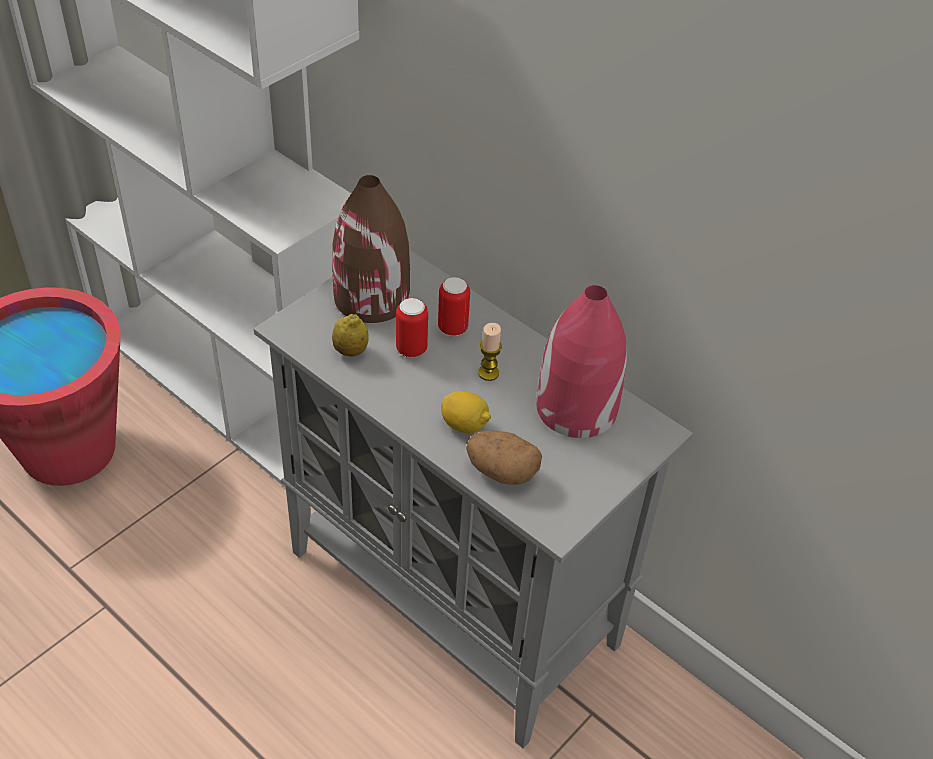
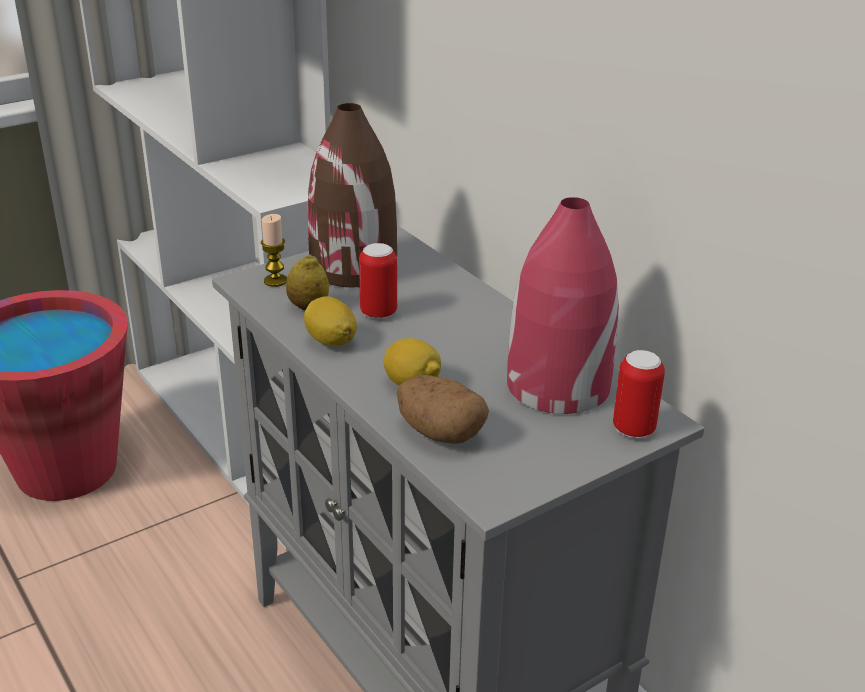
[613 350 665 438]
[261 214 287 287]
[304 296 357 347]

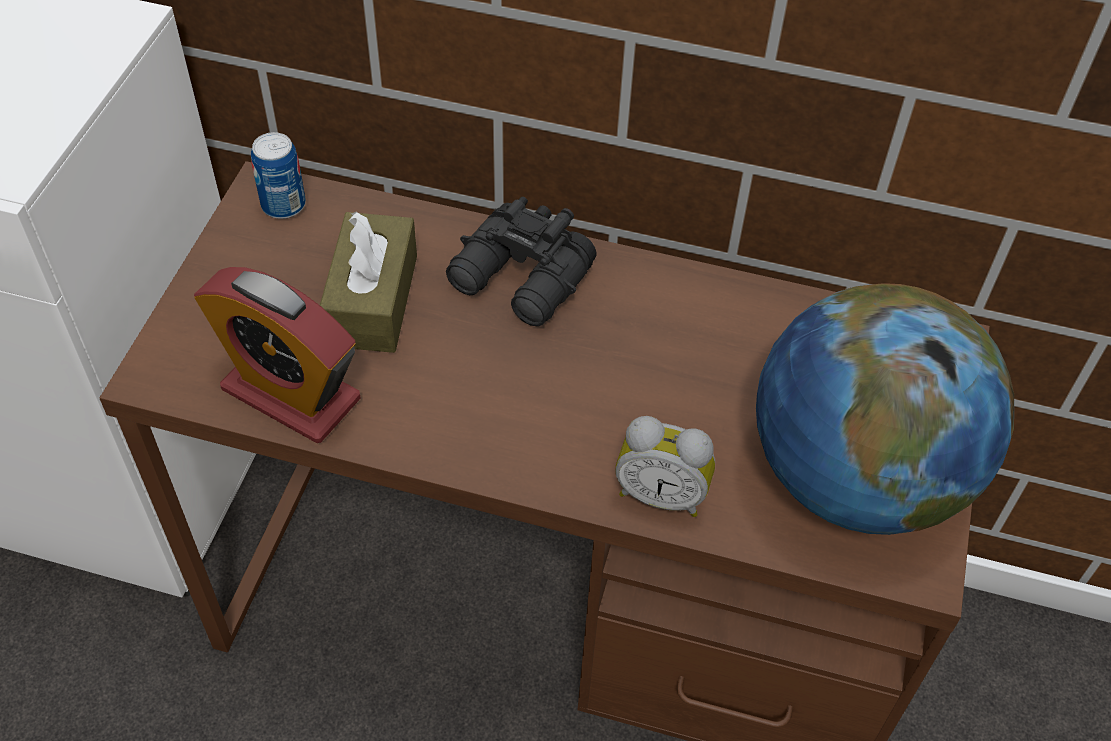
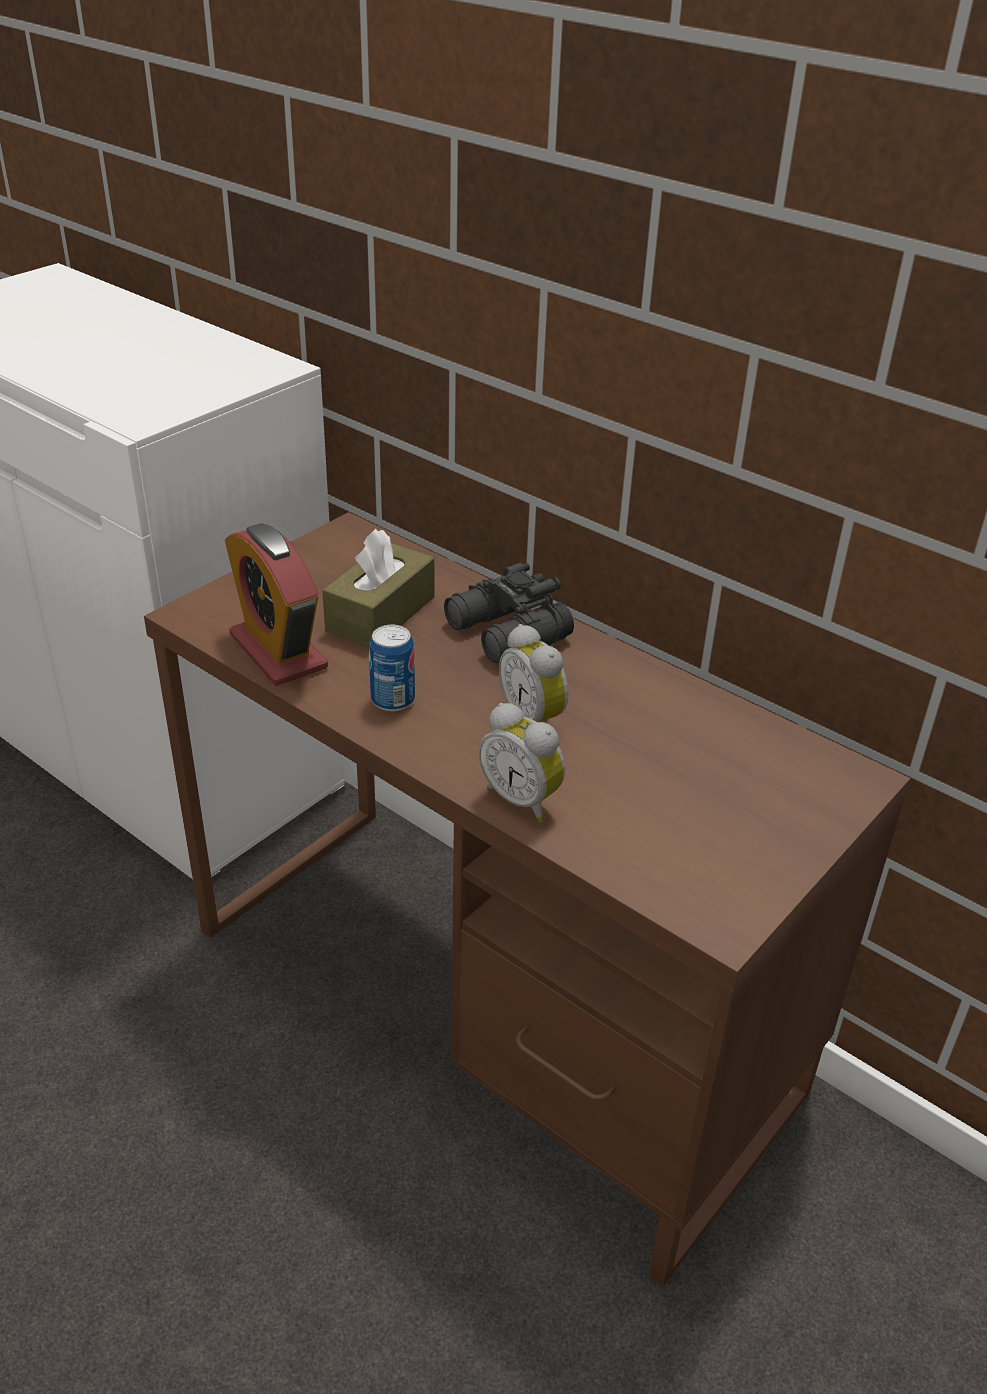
[369 625 415 712]
[756 283 1014 535] (first image)
[499 624 569 723]

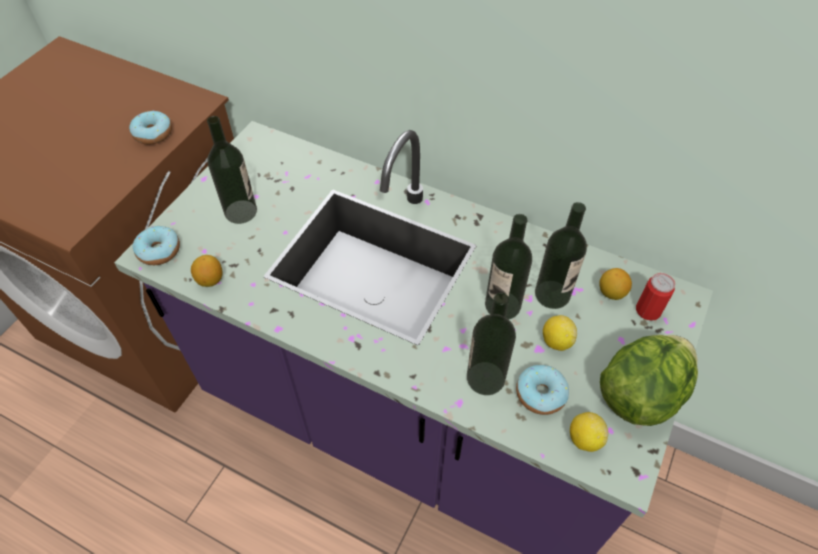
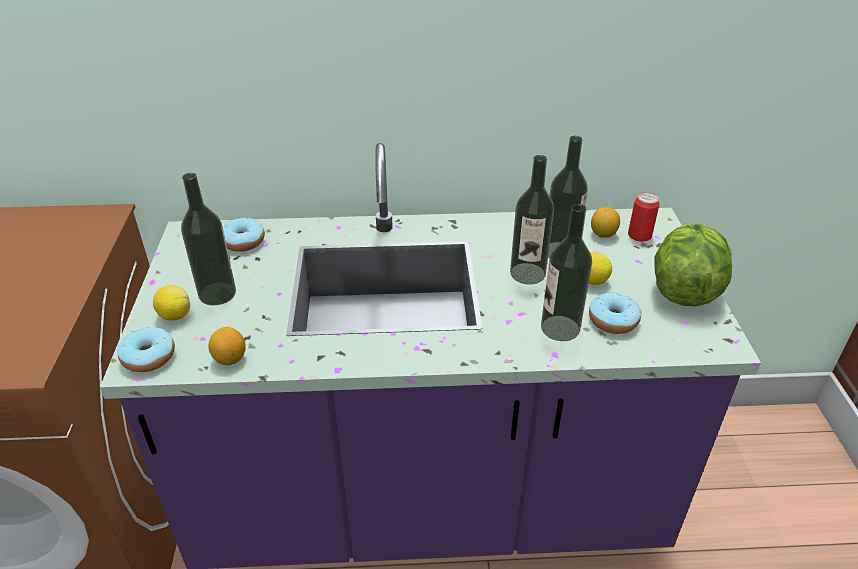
[223 218 265 252]
[153 285 190 321]

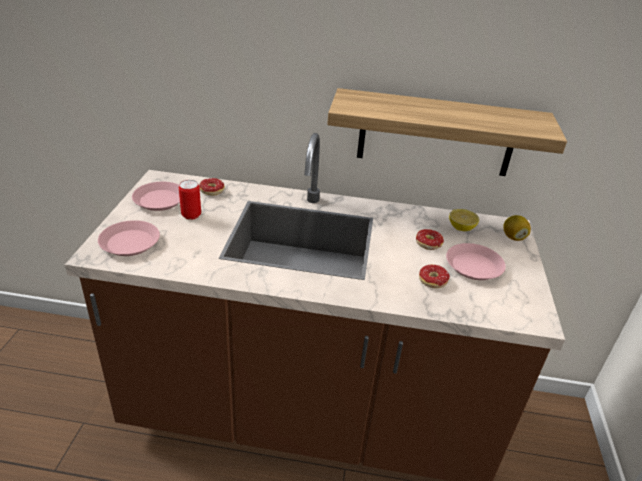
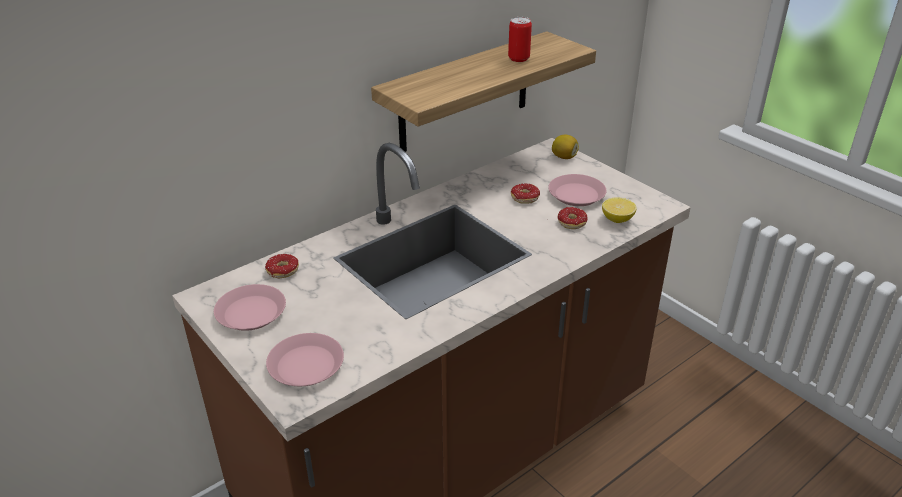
[508 17 532 62]
[602 197 637 223]

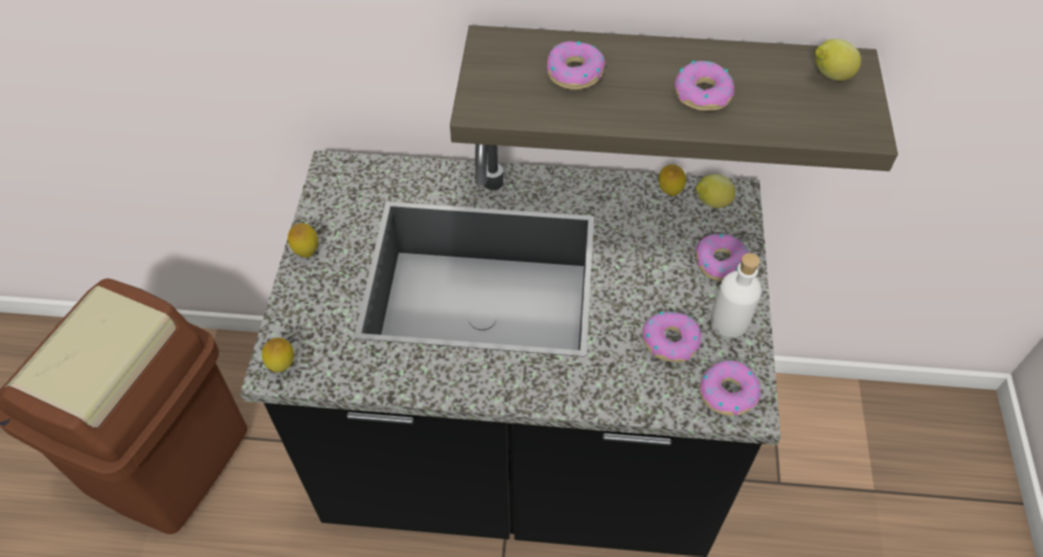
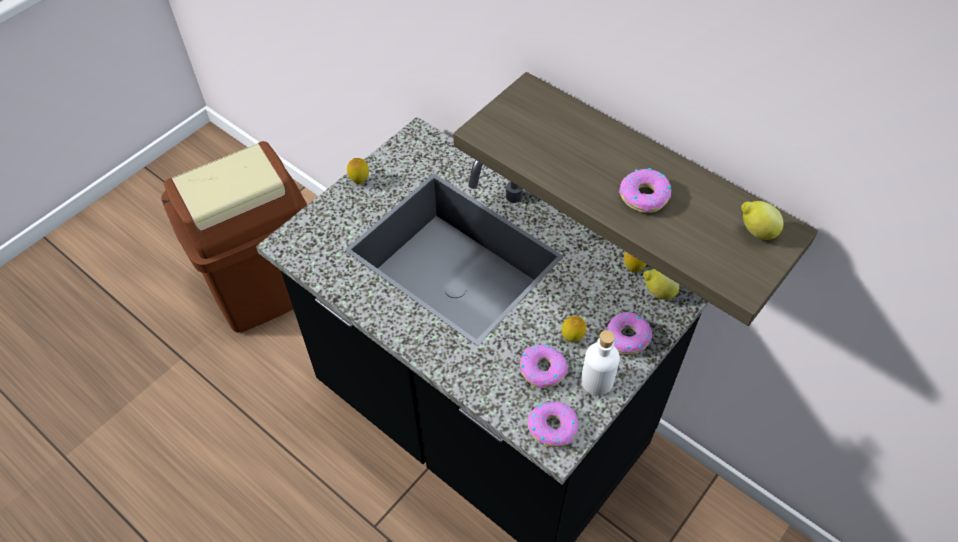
[547 41 605 90] (first image)
[561 316 586 342]

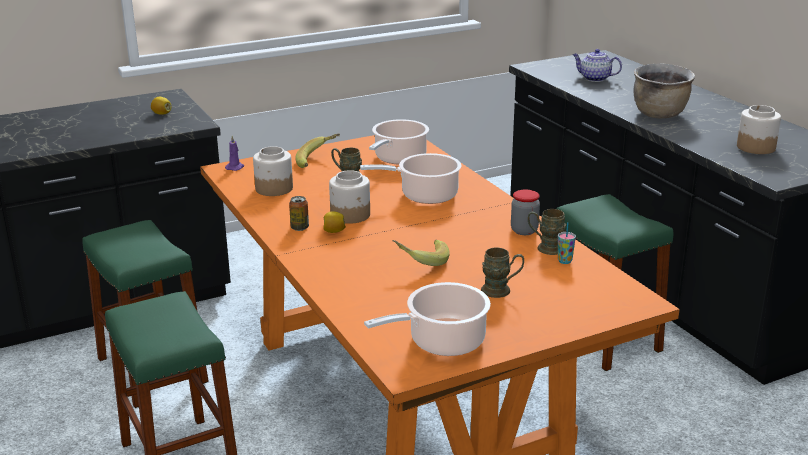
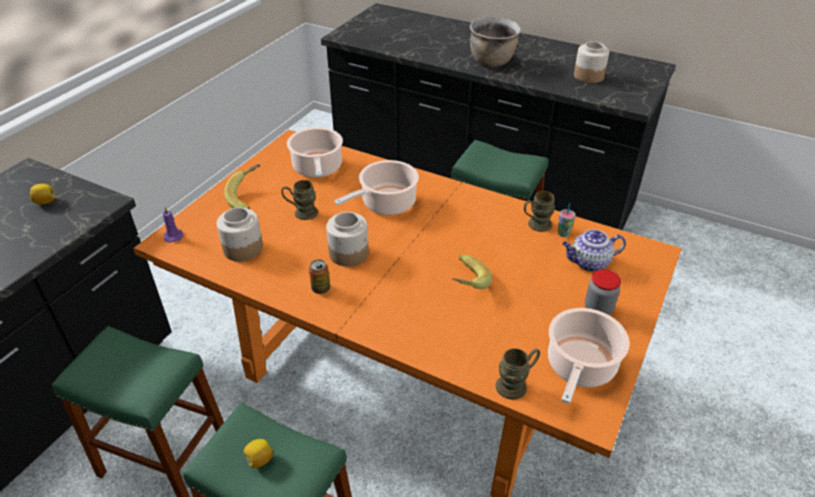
[562 229 626 272]
[585 270 621 315]
[244 439 273 468]
[496 348 540 400]

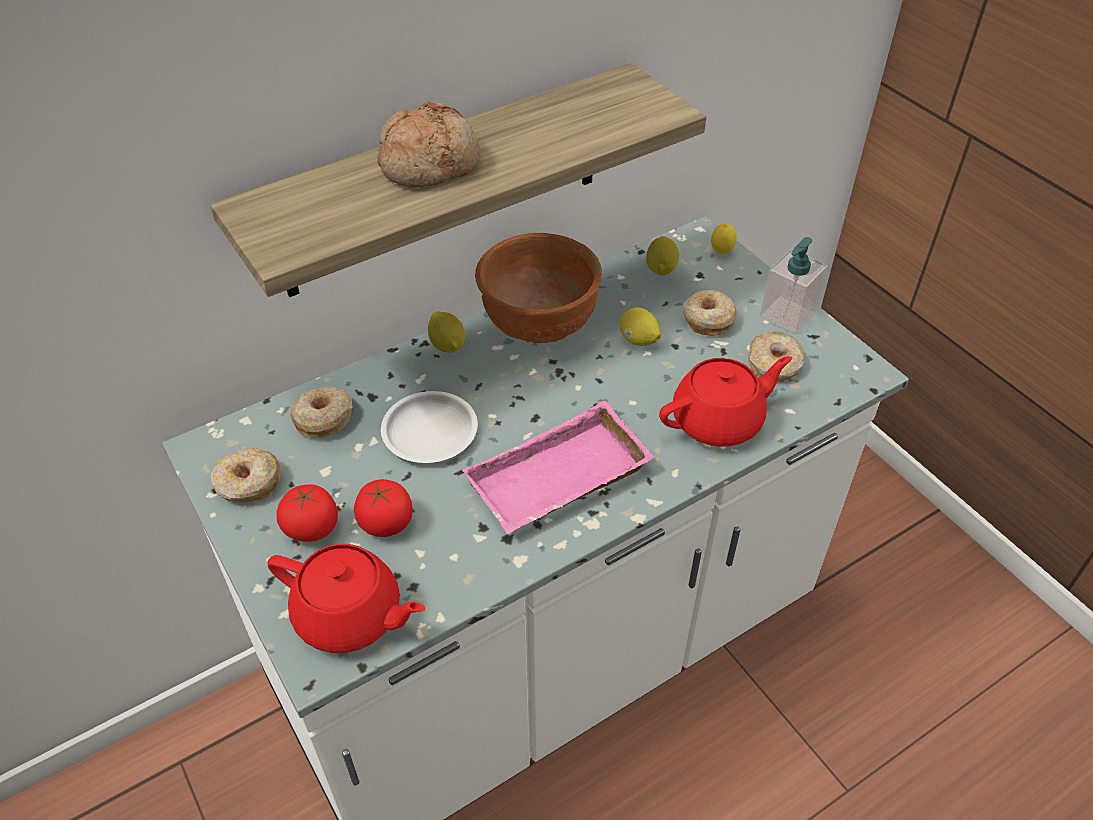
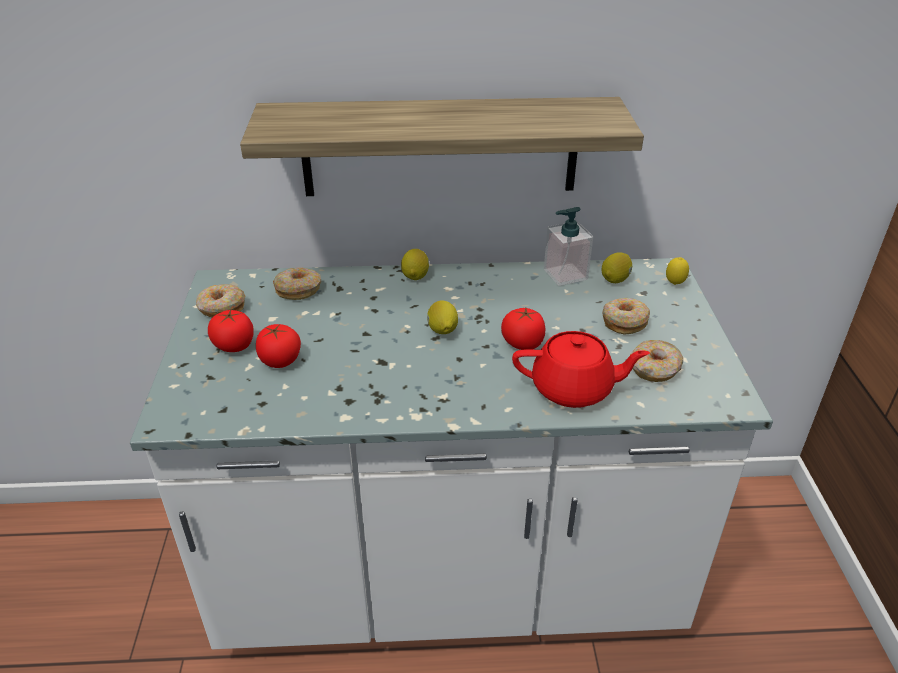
[377 102 481 187] (first image)
[475 233 602 343] (first image)
[544 207 593 286]
[427 300 458 334]
[381 391 478 463] (first image)
[462 401 655 534] (first image)
[268 544 425 653] (first image)
[501 308 545 350]

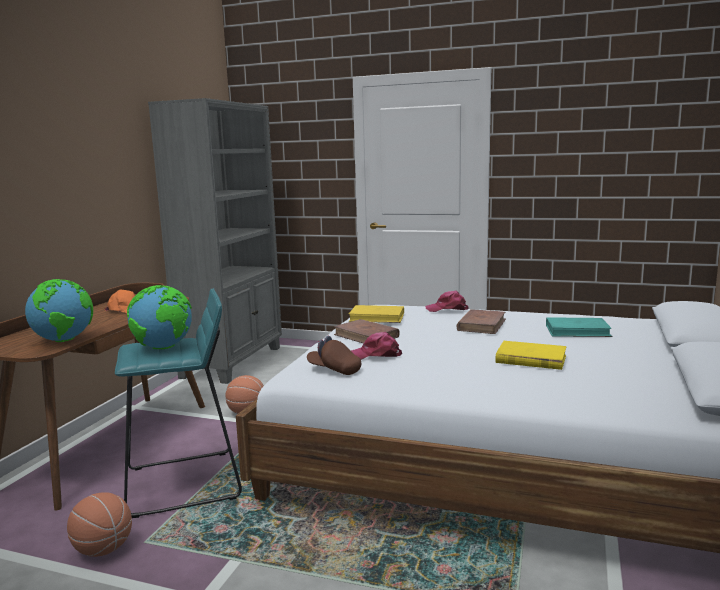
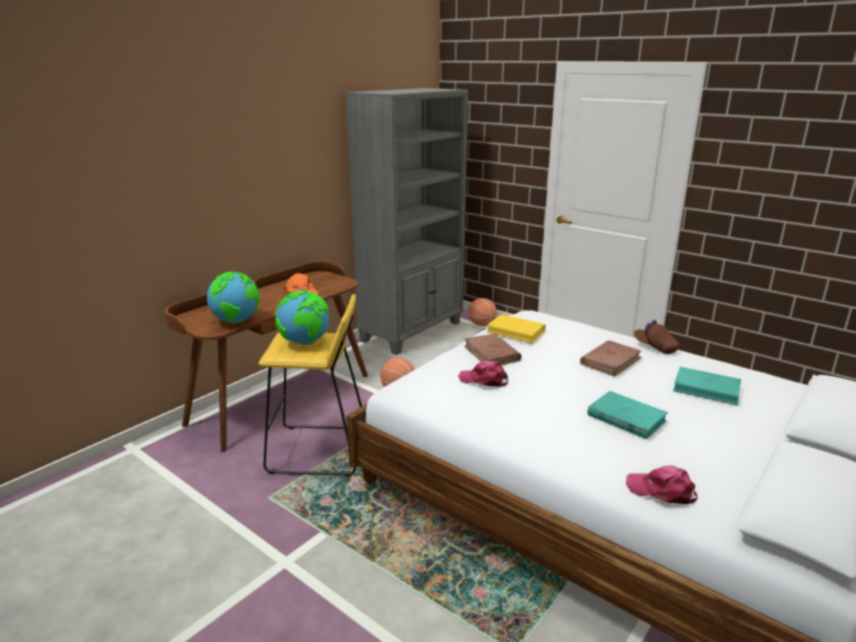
[258 294 362 476]
[626 465 697 504]
[634 320 679 354]
[587 391 668 439]
[468 298 497 326]

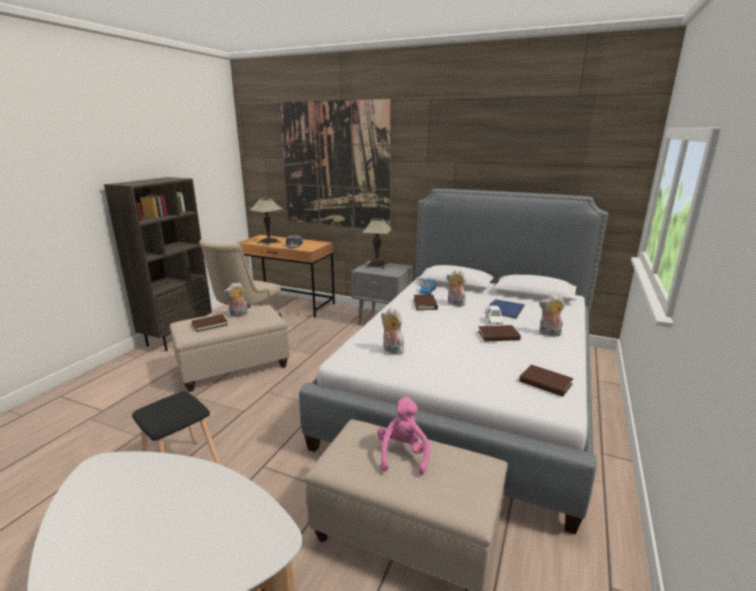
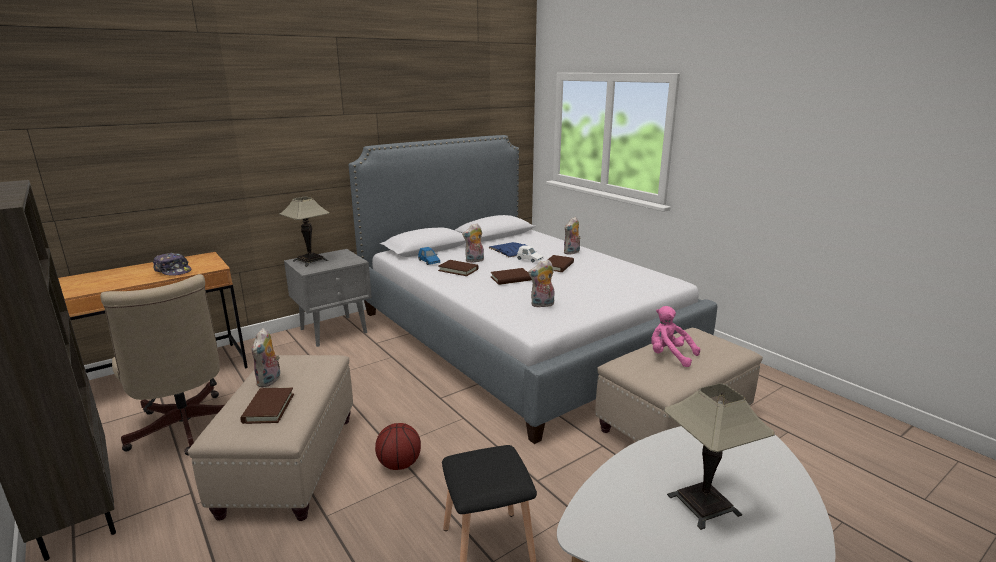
[280 99 391 228] (first image)
[664 383 775 530]
[491 268 532 285]
[375 423 421 470]

